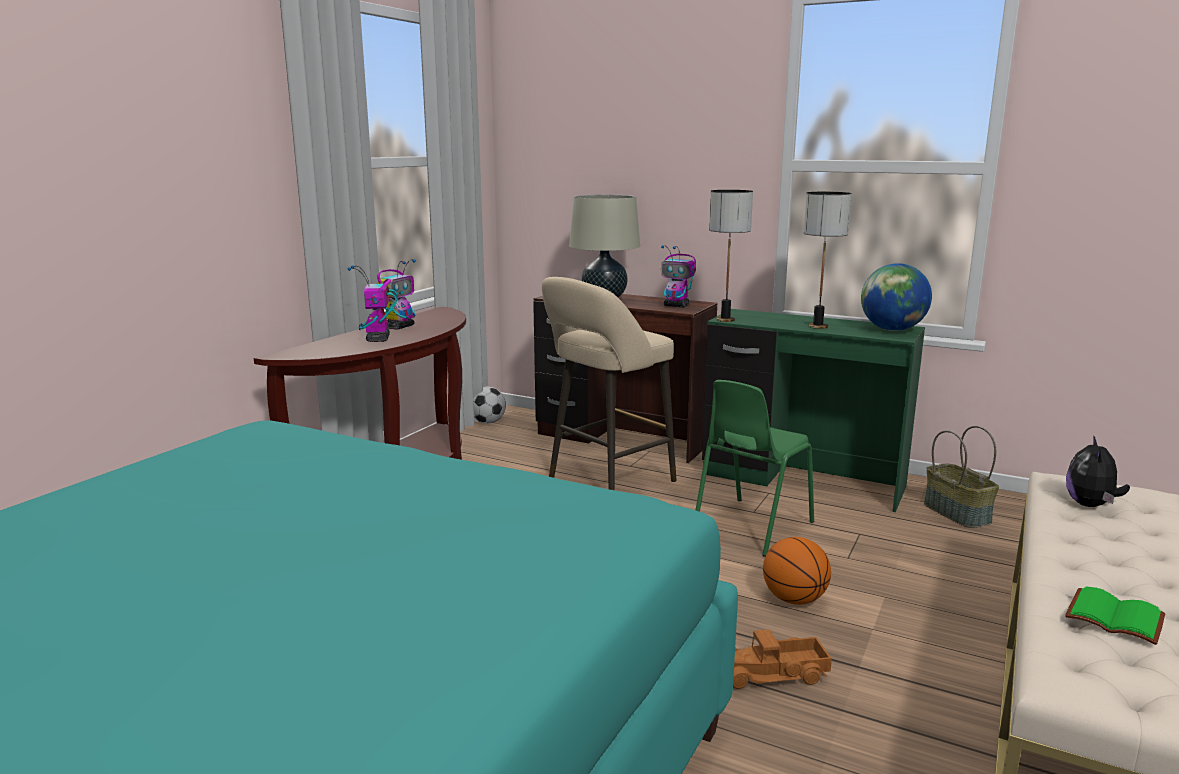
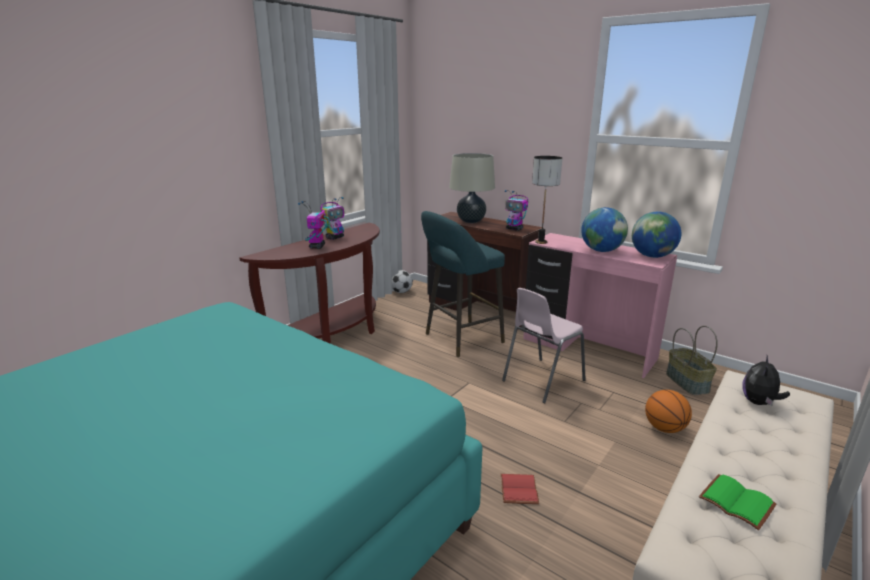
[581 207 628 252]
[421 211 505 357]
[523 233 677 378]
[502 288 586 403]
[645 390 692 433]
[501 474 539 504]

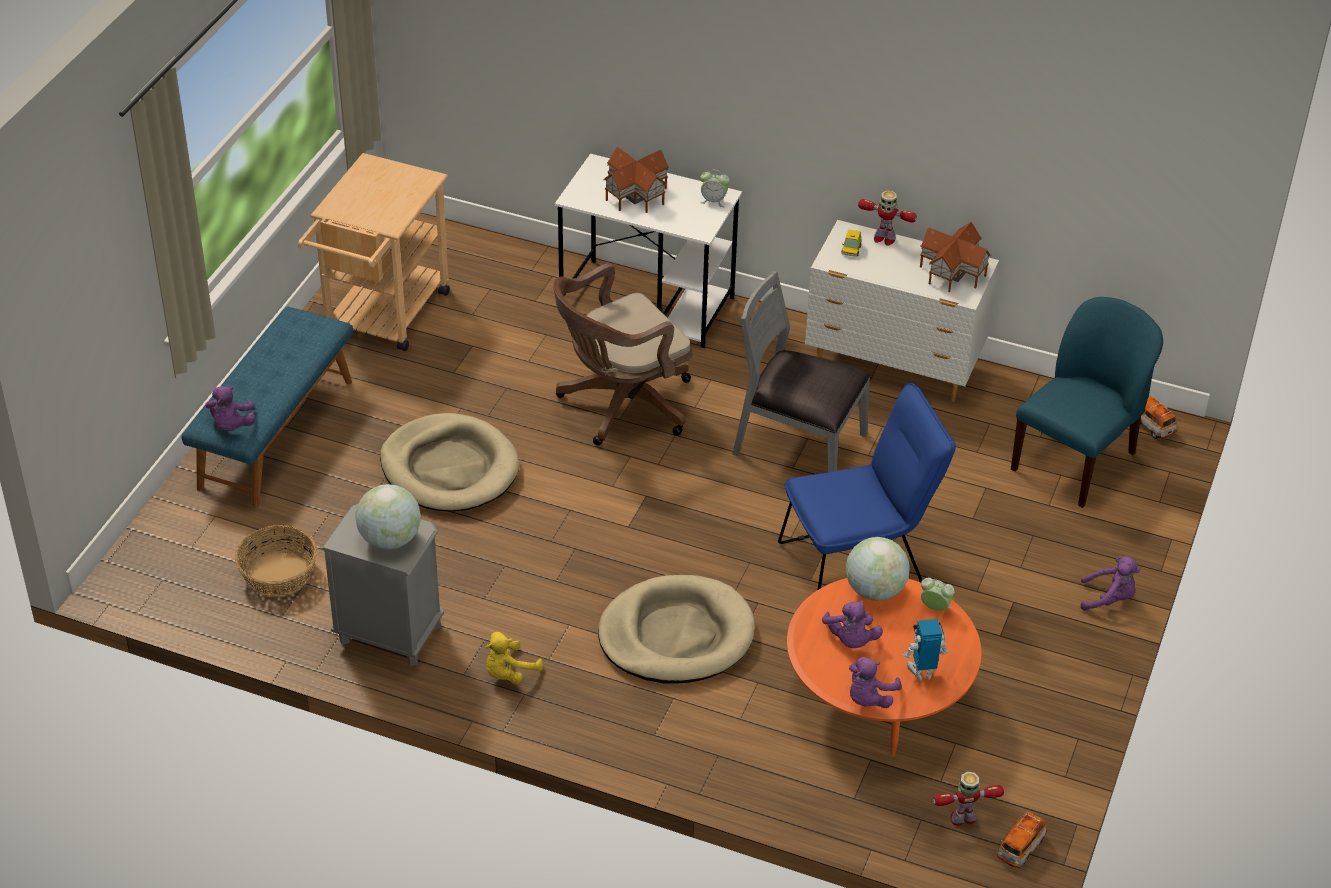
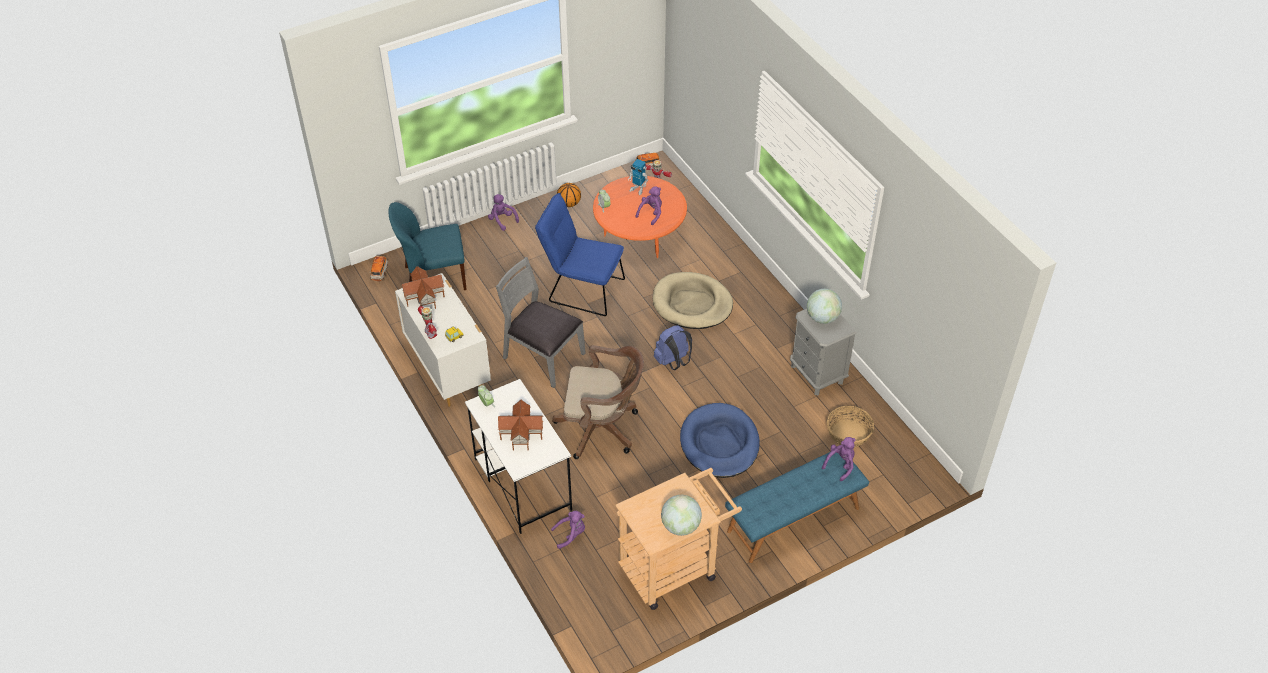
[496 257 586 388]
[680 403 760 478]
[661 495 702 536]
[486 632 543 684] (first image)
[551 511 585 549]
[557 183 581 207]
[654 325 692 370]

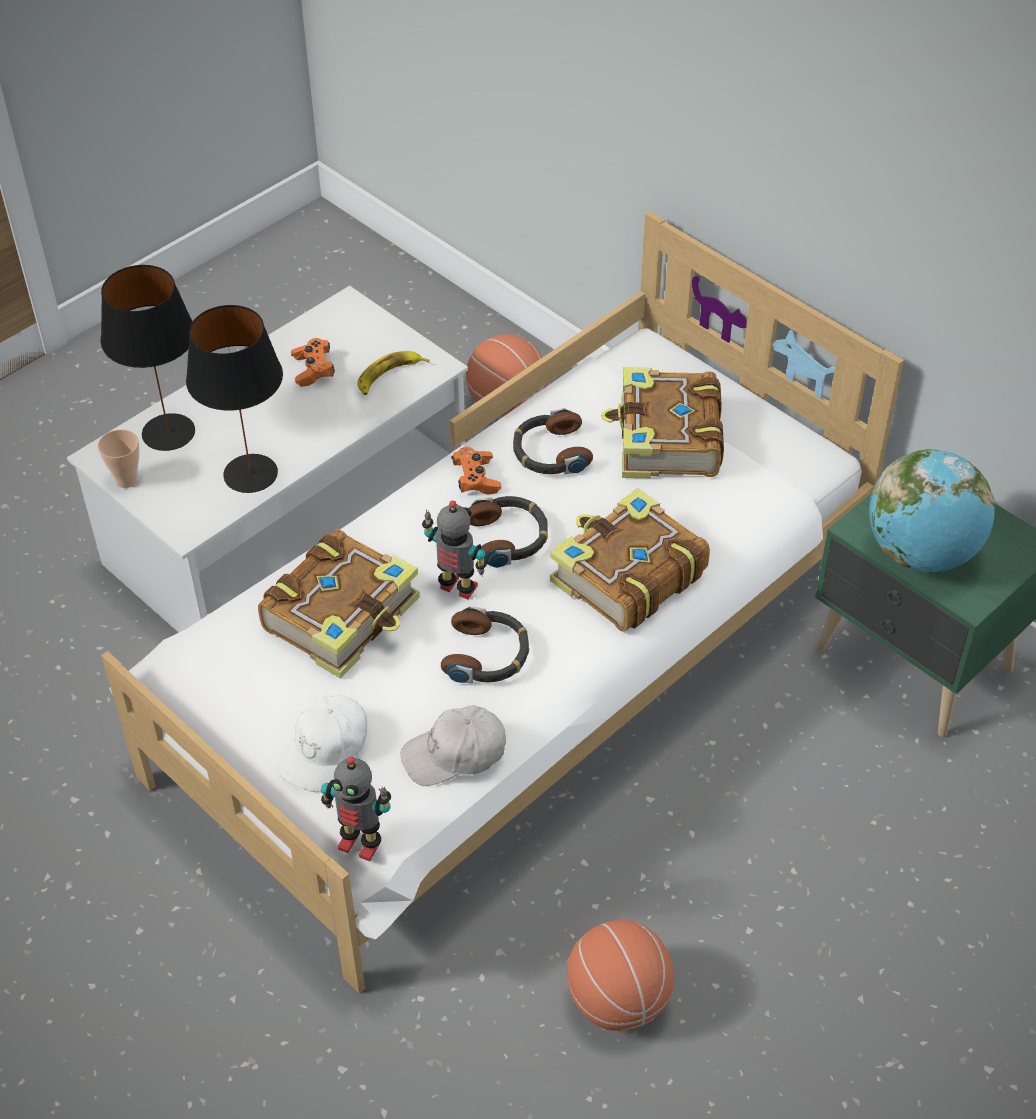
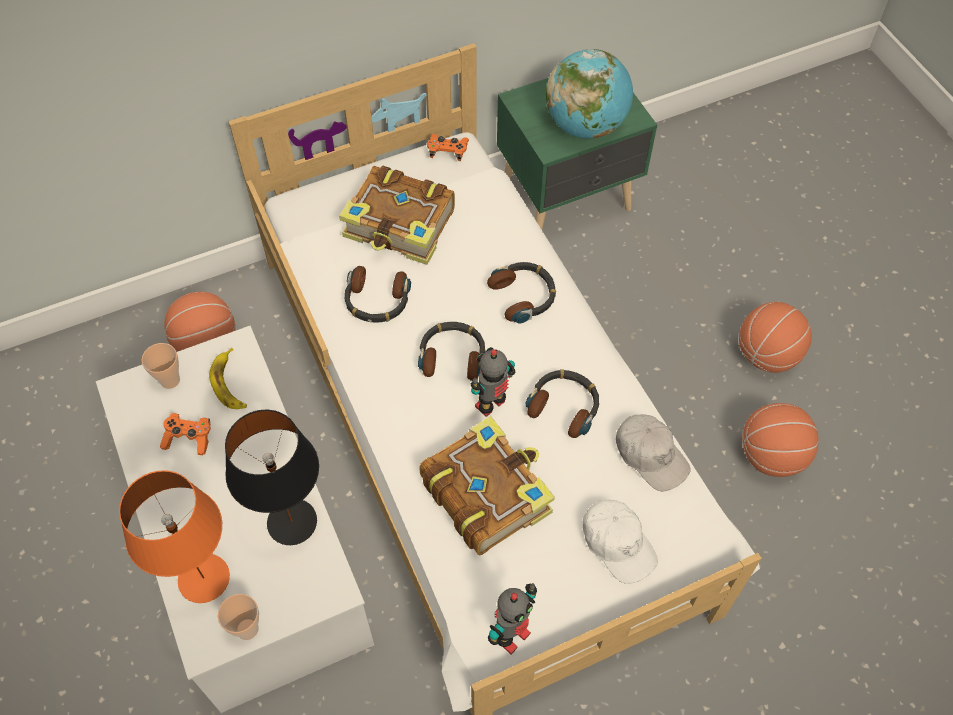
[119 470 230 603]
[427 134 469 161]
[487 262 556 324]
[616 414 691 491]
[488 583 537 654]
[739 302 812 373]
[141 343 180 389]

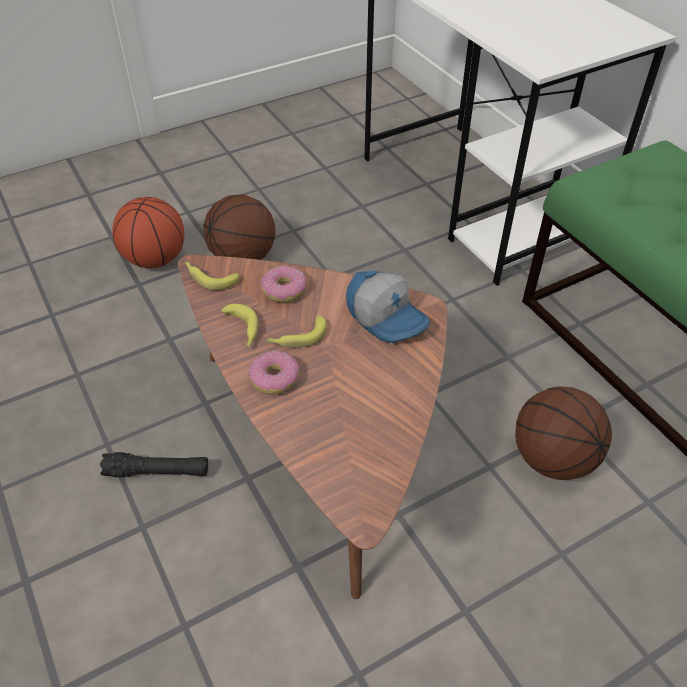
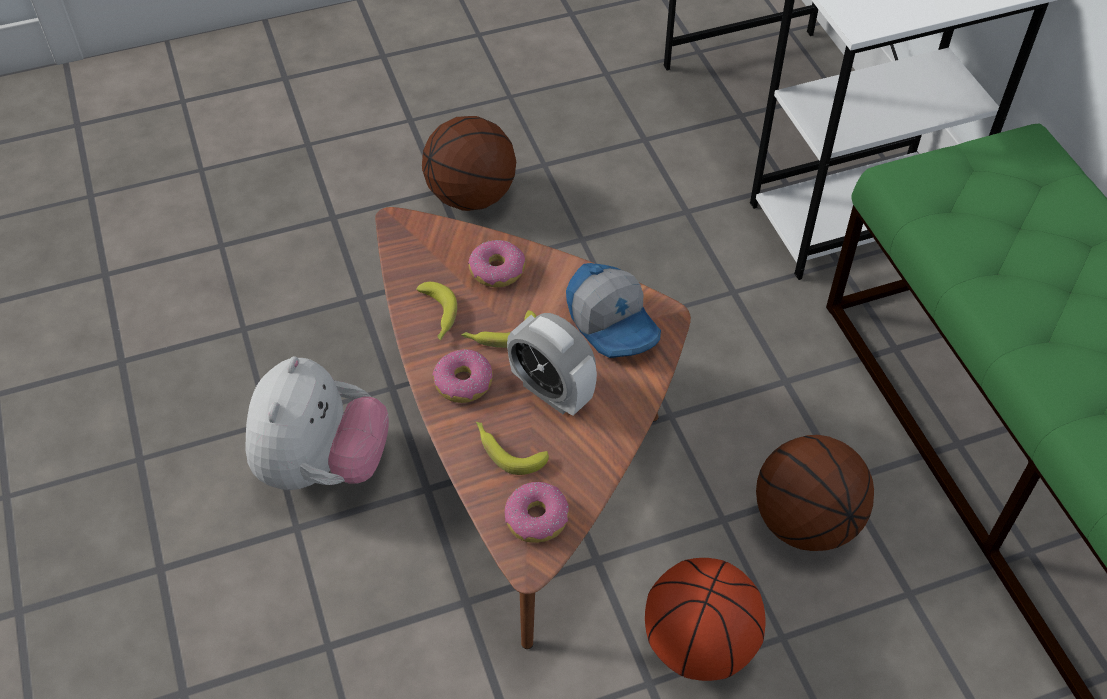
[645 558 766 681]
[476 422 549 475]
[246 356 389 490]
[507 313 597 416]
[504 482 569 543]

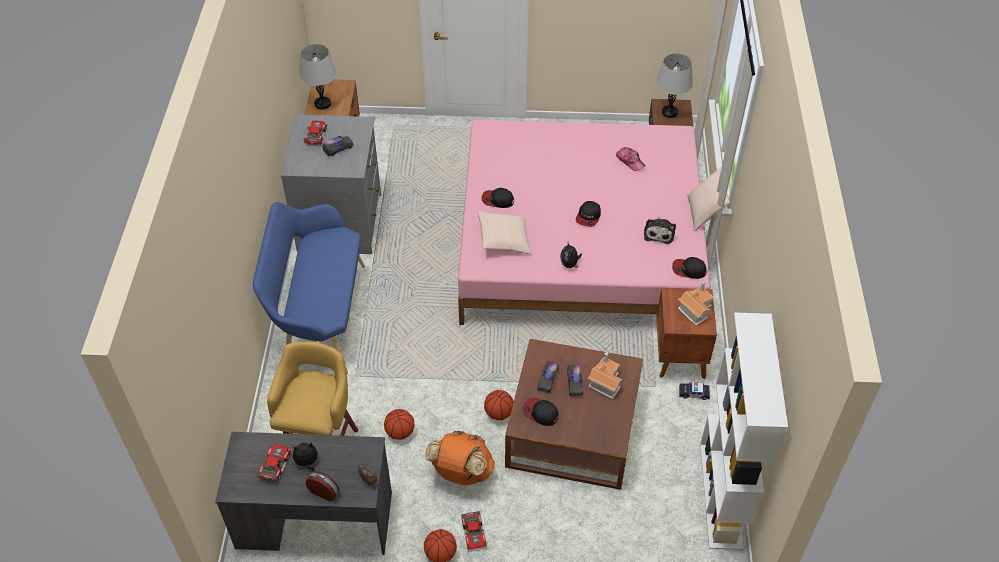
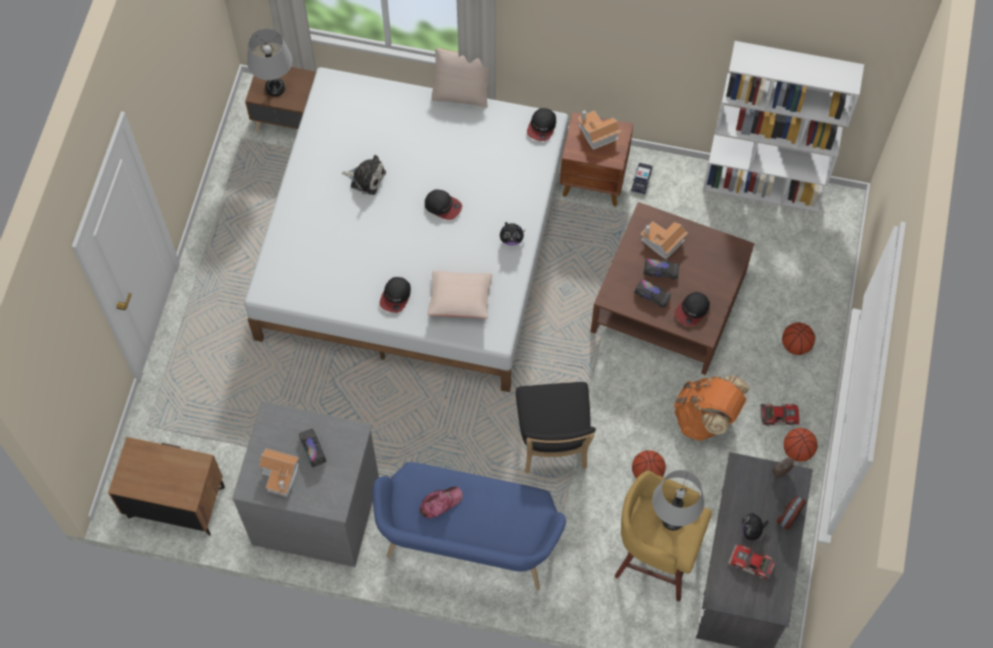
[652 470 704 530]
[259 448 299 497]
[244 67 569 392]
[419 486 463 519]
[342 155 386 195]
[782 322 815 355]
[516 382 596 473]

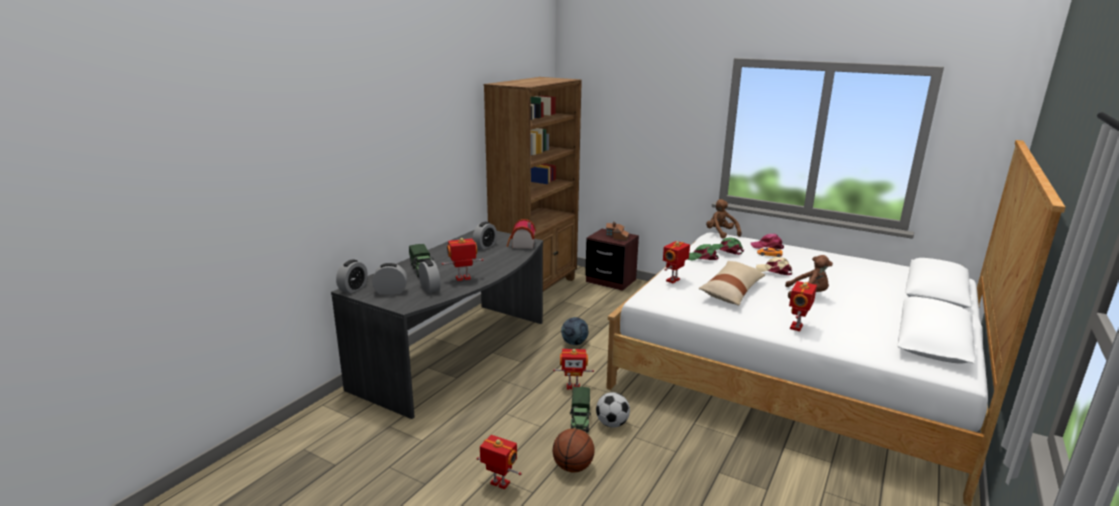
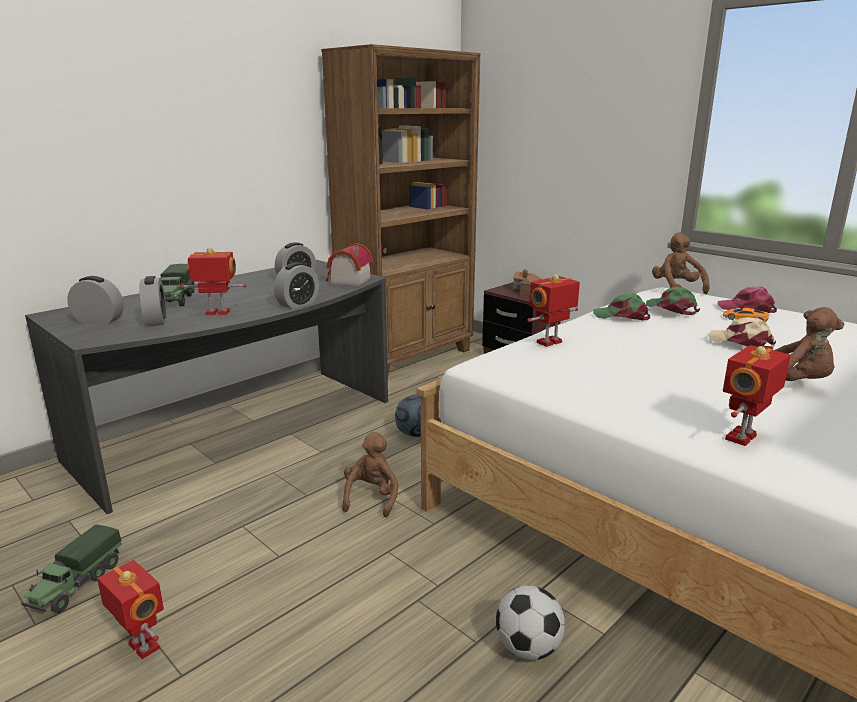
[274 262 319 309]
[699 261 765 305] (first image)
[342 432 399 517]
[21 524 122 613]
[496 585 565 660]
[553 428 595 472] (first image)

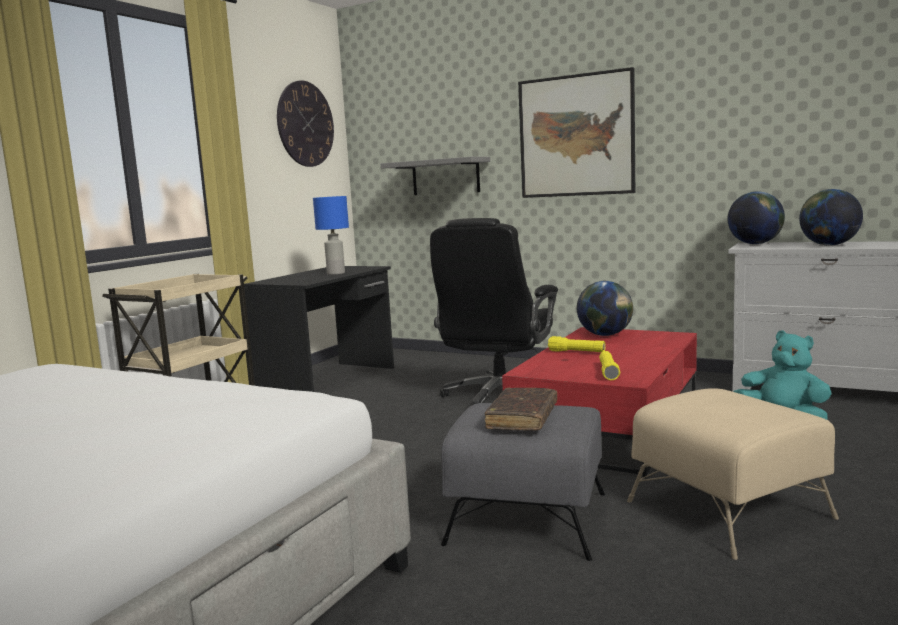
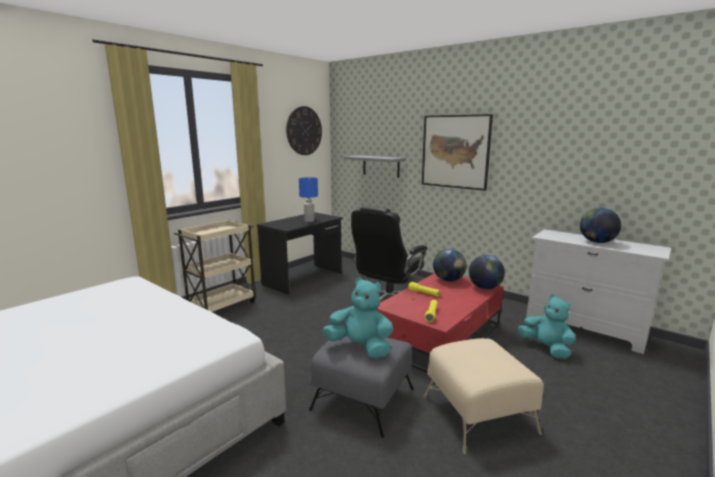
[469 255 505 289]
[323 277 393 358]

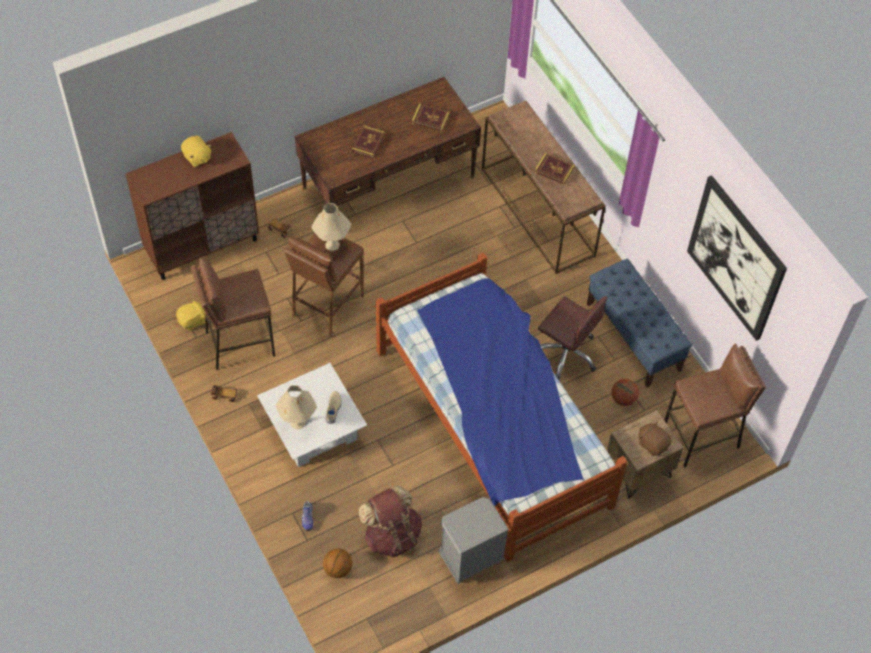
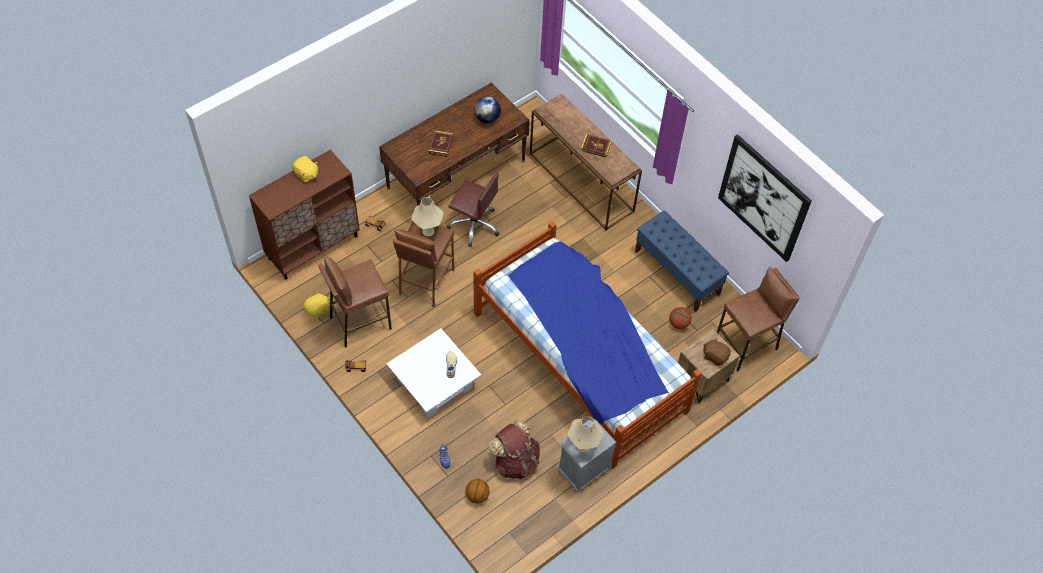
[474 97 501 123]
[447 173 499 247]
[567 416 604 452]

